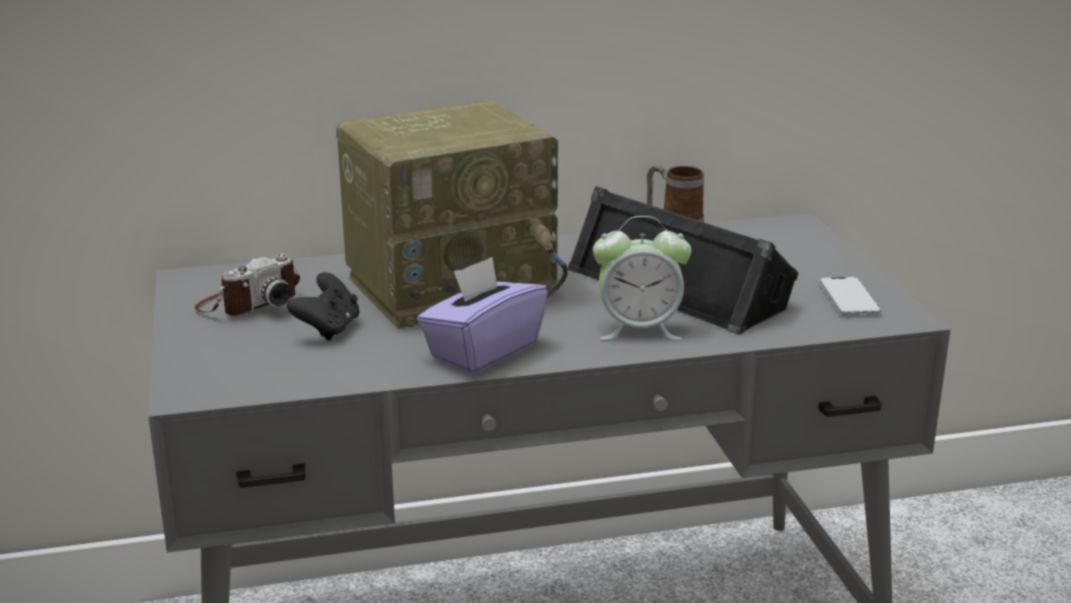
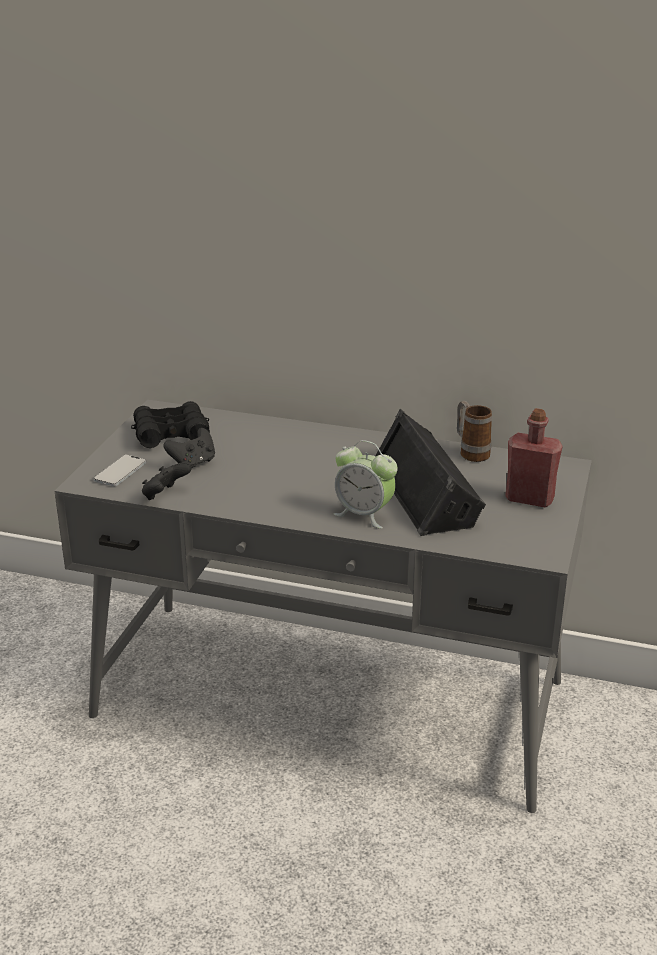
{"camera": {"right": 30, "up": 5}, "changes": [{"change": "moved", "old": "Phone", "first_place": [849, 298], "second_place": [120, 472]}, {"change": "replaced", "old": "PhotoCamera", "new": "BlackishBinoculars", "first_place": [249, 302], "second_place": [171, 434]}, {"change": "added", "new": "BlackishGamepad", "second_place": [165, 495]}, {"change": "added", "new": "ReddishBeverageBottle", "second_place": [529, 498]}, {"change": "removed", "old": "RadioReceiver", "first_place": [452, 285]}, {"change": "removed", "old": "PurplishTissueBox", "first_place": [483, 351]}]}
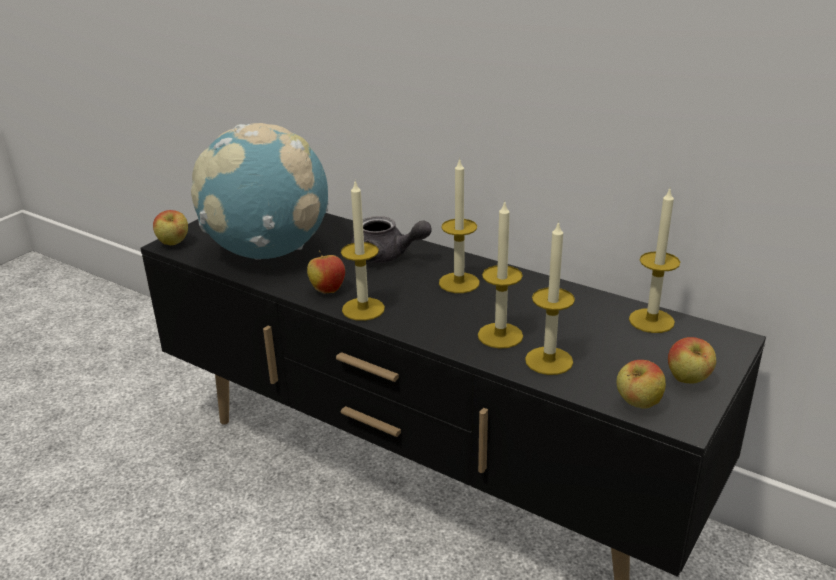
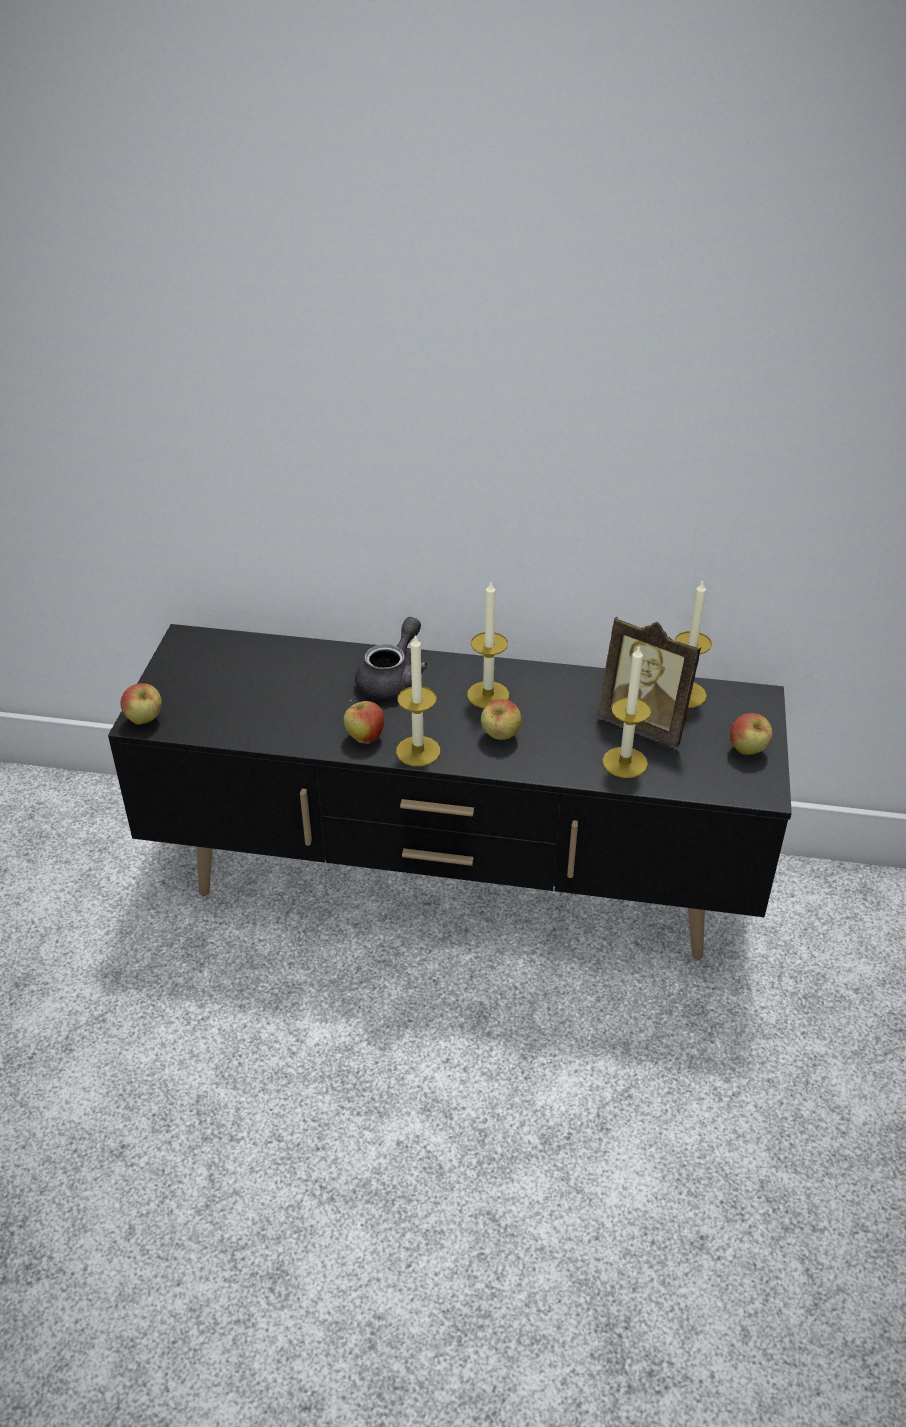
{"camera": {"right": -25, "up": 10}, "changes": [{"change": "turned", "old": "GreyishPotForTea", "first_place": [386, 256], "second_place": [393, 680], "degrees": -60}, {"change": "moved", "old": "Apple", "first_place": [638, 405], "second_place": [500, 736]}, {"change": "added", "new": "StandingFrame", "second_place": [646, 723]}, {"change": "removed", "old": "WorldGlobe", "first_place": [268, 252]}, {"change": "removed", "old": "WaxCandle", "first_place": [500, 335]}]}
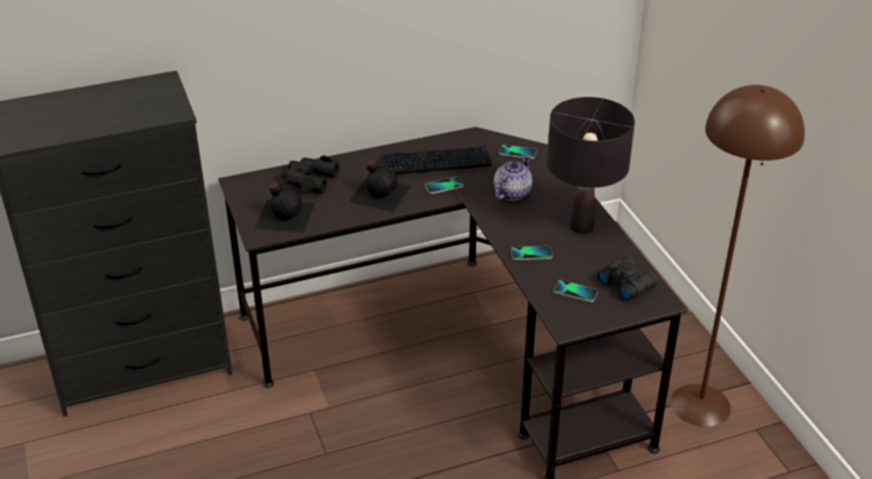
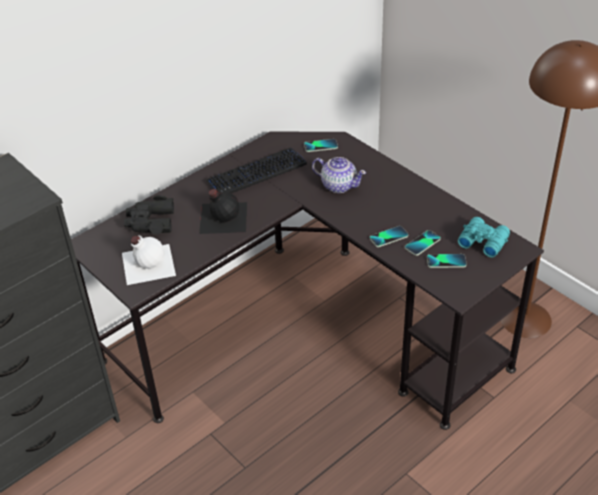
{"camera": {"right": -20, "up": 5}, "changes": [{"change": "recoloured", "old": "BlackishBeverageBottle", "new": "WhiteColouredBeverageBottle", "first_place": [284, 215], "second_place": [147, 263]}, {"change": "turned", "old": "PotForTea", "first_place": [511, 193], "second_place": [338, 185], "degrees": 105}, {"change": "moved", "old": "Phone", "first_place": [444, 186], "second_place": [422, 243]}, {"change": "recoloured", "old": "BlackishBinoculars", "new": "TurquoiseBinoculars", "first_place": [626, 283], "second_place": [482, 241]}, {"change": "removed", "old": "BlackishTabletopLamp", "first_place": [581, 226]}]}
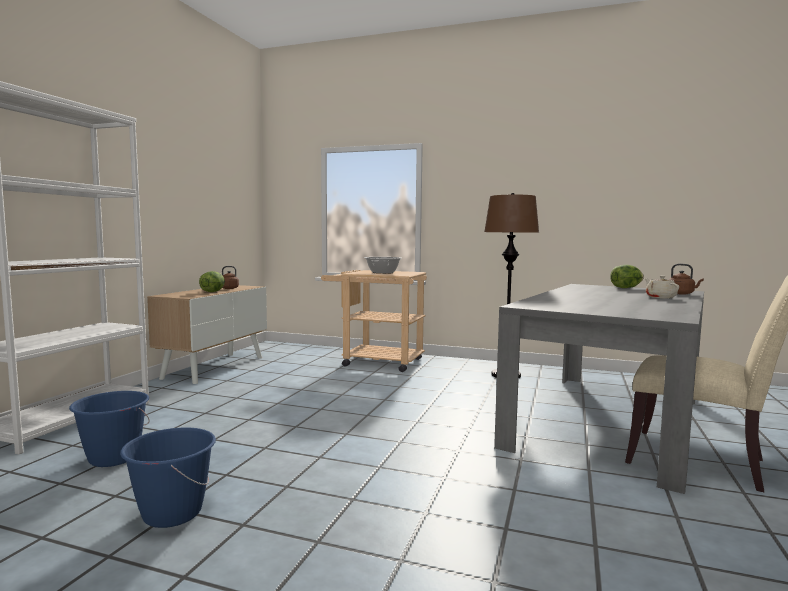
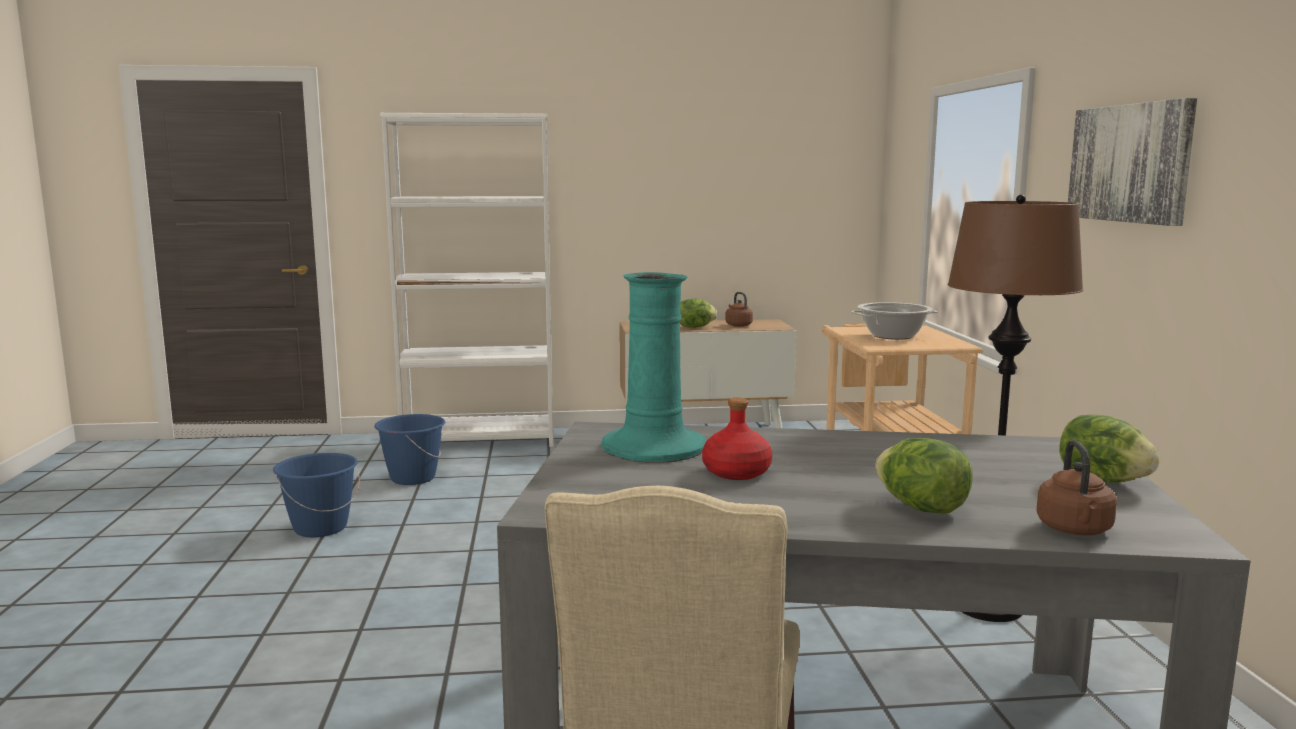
{"camera": {"right": 65, "up": 5}, "changes": [{"change": "added", "new": "TurquoiseVase", "second_place": [653, 447]}, {"change": "added", "new": "ReddishBeverageBottle", "second_place": [736, 472]}, {"change": "replaced", "old": "BeigePotForTea", "new": "Lettuce", "first_place": [660, 297], "second_place": [921, 508]}, {"change": "added", "new": "WallArt", "second_place": [1130, 163]}]}
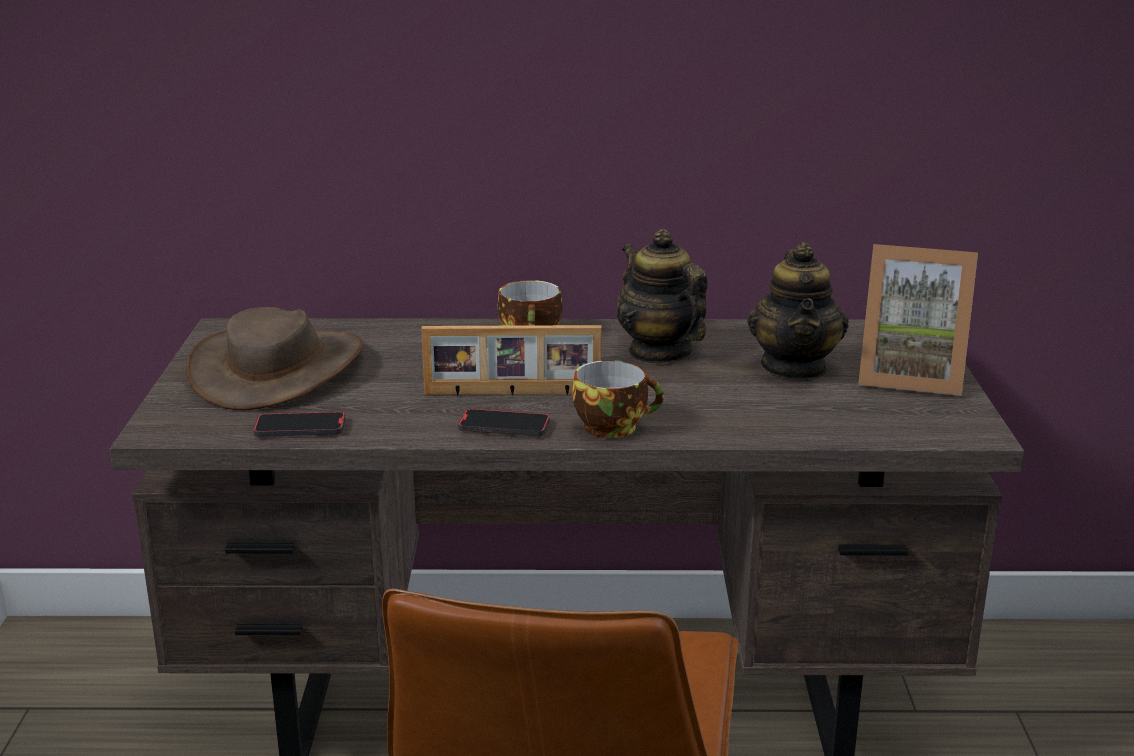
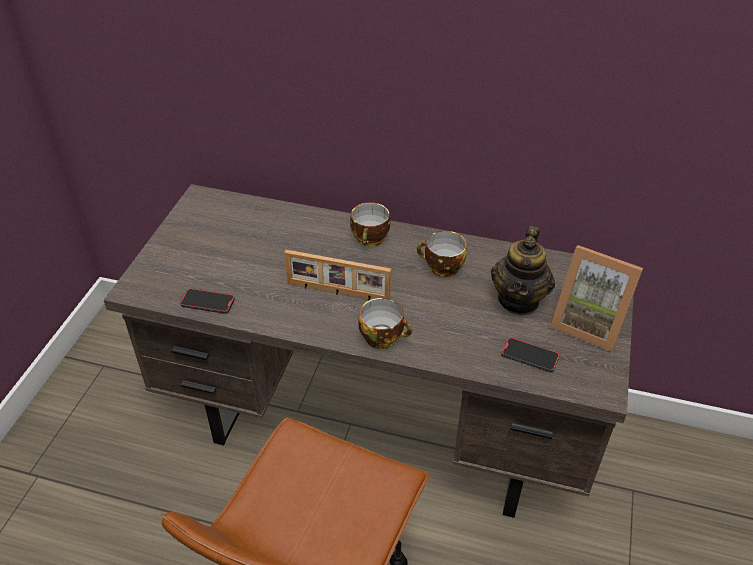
{"camera": {"right": 15, "up": 20}, "changes": [{"change": "replaced", "old": "PotForTea", "new": "DrinkingCup", "first_place": [659, 352], "second_place": [441, 268]}, {"change": "moved", "old": "Phone", "first_place": [504, 426], "second_place": [529, 356]}, {"change": "removed", "old": "BrownishHat", "first_place": [278, 369]}]}
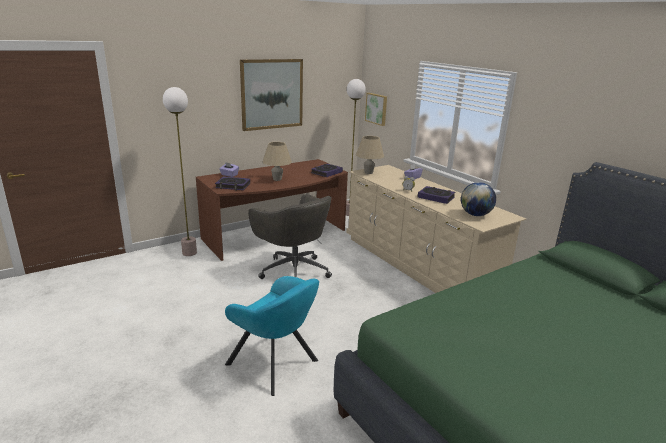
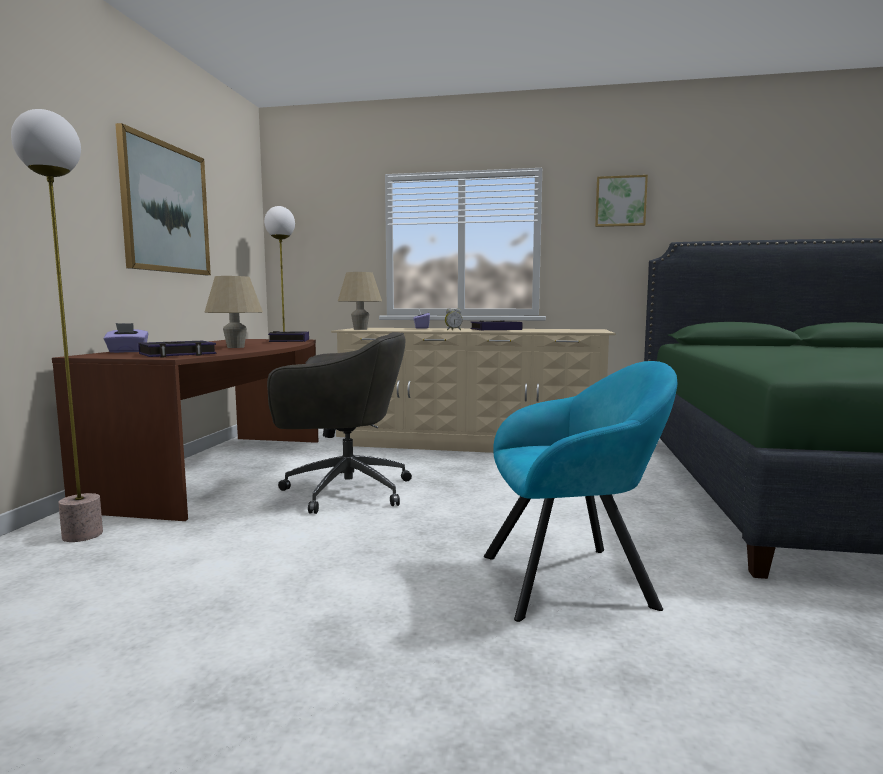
{"camera": {"right": -45, "up": -15}, "changes": [{"change": "moved", "old": "WallArt", "first_place": [377, 108], "second_place": [620, 201]}, {"change": "removed", "old": "WorldGlobe", "first_place": [475, 215]}]}
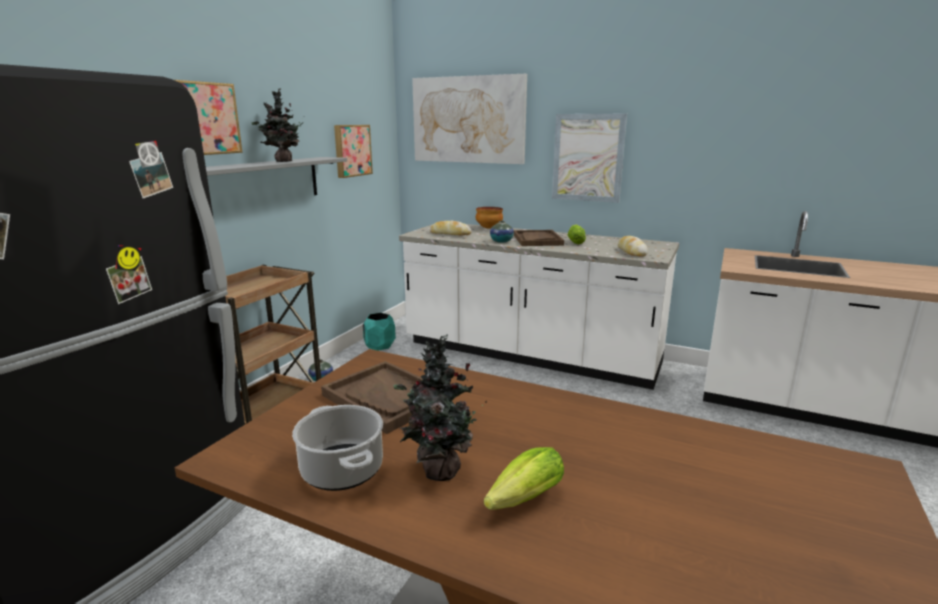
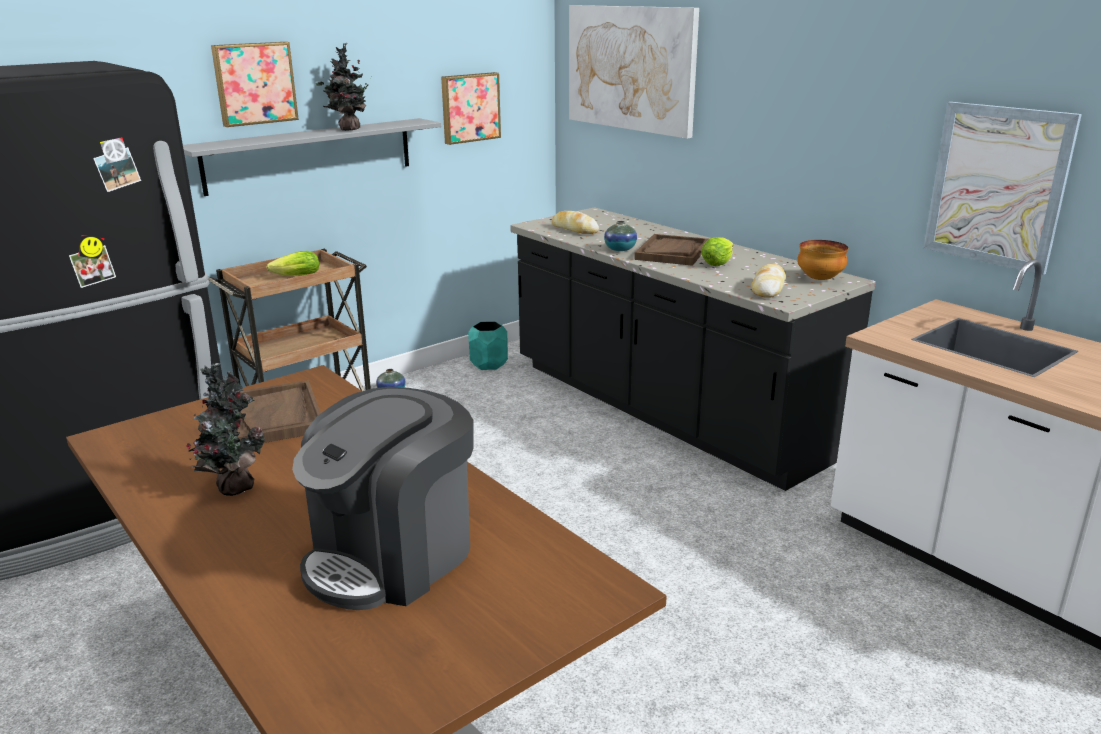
{"camera": {"right": 25, "up": 5}, "changes": [{"change": "moved", "old": "Lettuce", "first_place": [521, 501], "second_place": [294, 276]}, {"change": "added", "new": "CoffeeBrewer", "second_place": [392, 556]}, {"change": "recoloured", "old": "WhiteColouredKitchenCounter", "new": "BlackishKitchenCounter", "first_place": [530, 354], "second_place": [665, 410]}, {"change": "moved", "old": "ServingBowl", "first_place": [489, 228], "second_place": [819, 279]}, {"change": "moved", "old": "WallArt", "first_place": [588, 158], "second_place": [997, 186]}, {"change": "removed", "old": "Saucepot", "first_place": [341, 469]}]}
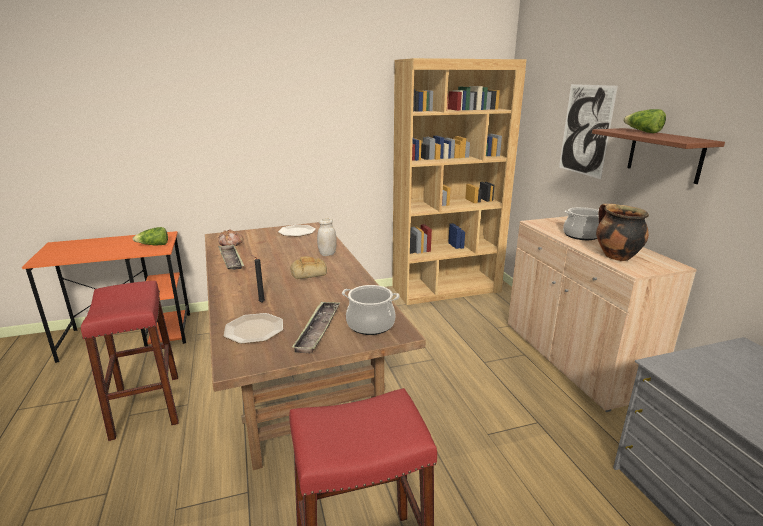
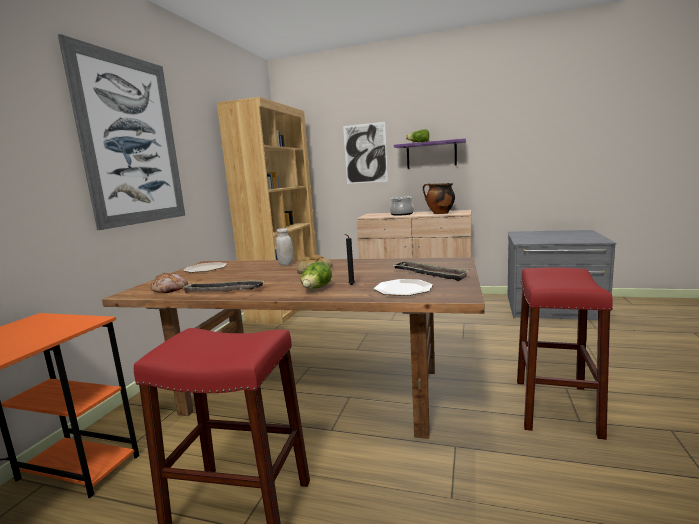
{"camera": {"right": -55, "up": -10}, "changes": [{"change": "added", "new": "WallArt", "second_place": [131, 141]}, {"change": "moved", "old": "Lettuce", "first_place": [154, 245], "second_place": [316, 289]}, {"change": "recoloured", "old": "BrownishShelf", "new": "PurplishShelf", "first_place": [664, 155], "second_place": [431, 155]}, {"change": "removed", "old": "Saucepot", "first_place": [370, 325]}]}
